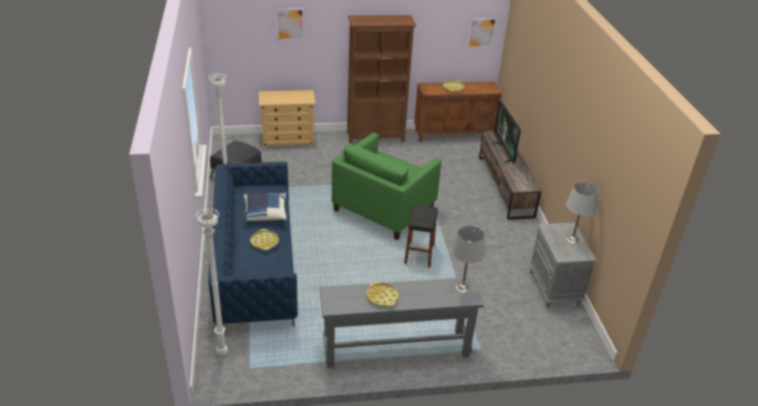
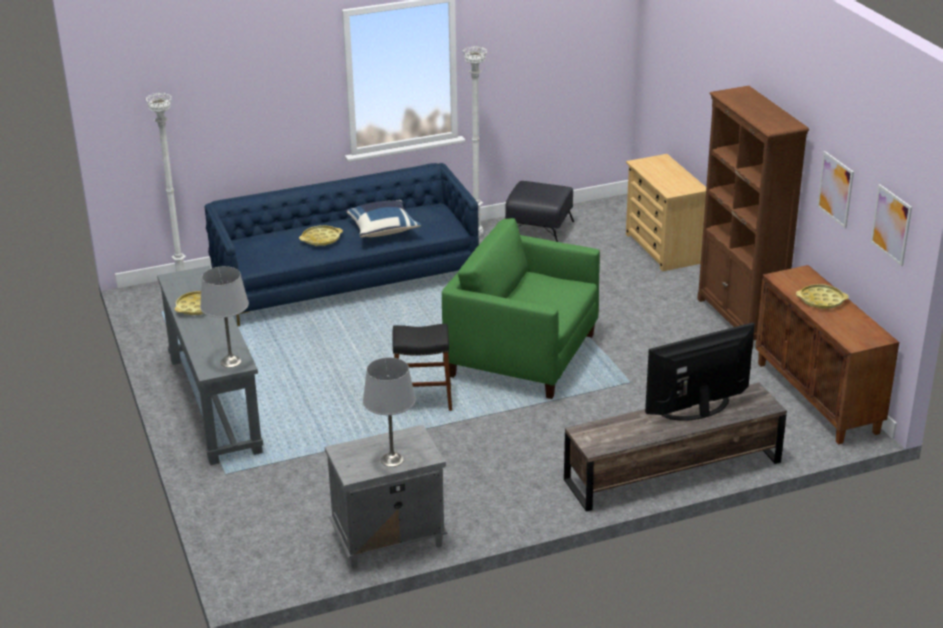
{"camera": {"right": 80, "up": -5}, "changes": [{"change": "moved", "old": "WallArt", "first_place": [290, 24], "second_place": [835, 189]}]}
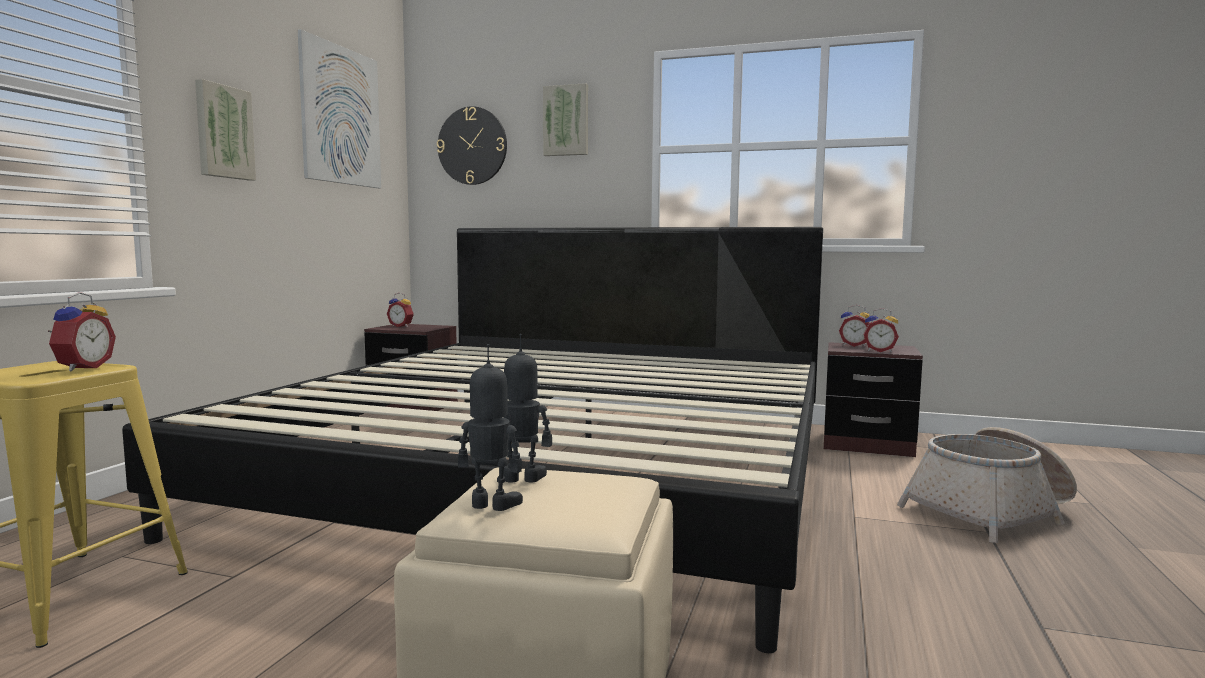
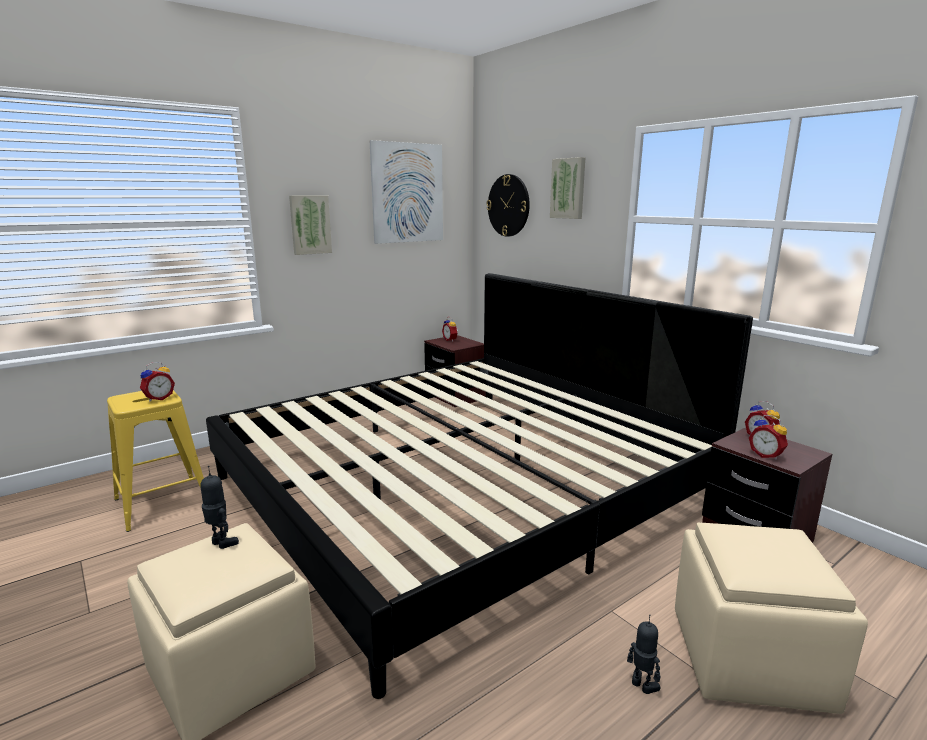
{"camera": {"right": 35, "up": 10}, "changes": [{"change": "moved", "old": "ToyRobot", "first_place": [491, 506], "second_place": [642, 686]}, {"change": "replaced", "old": "HouseholdBasket", "new": "BeigeFootrest", "first_place": [991, 512], "second_place": [750, 660]}]}
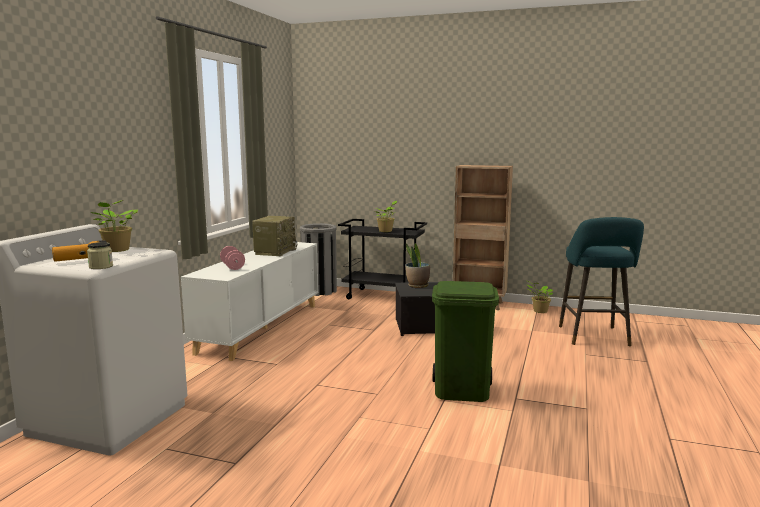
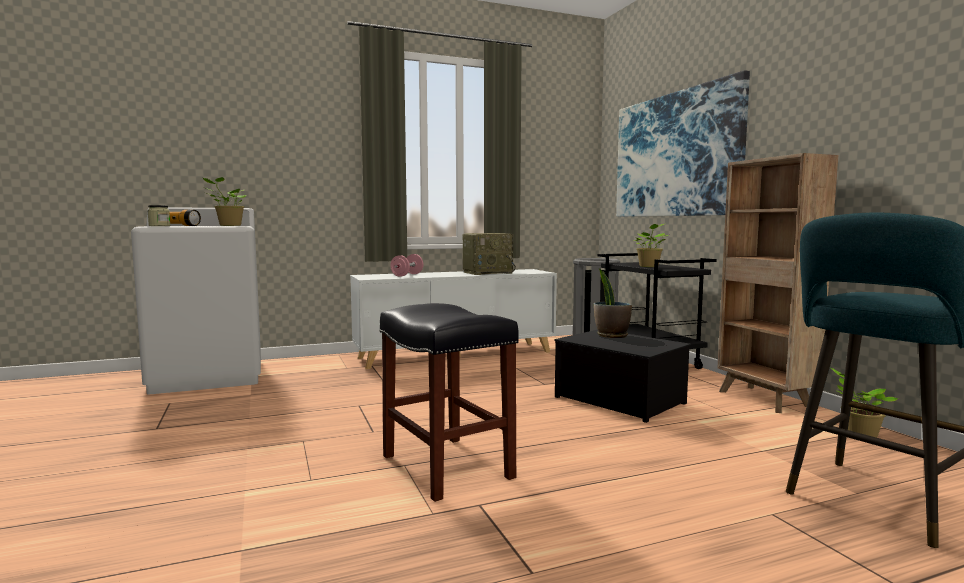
{"camera": {"right": 50, "up": -5}, "changes": [{"change": "replaced", "old": "GreenishTrashCan", "new": "BlackishStoolSeat", "first_place": [462, 391], "second_place": [448, 467]}, {"change": "added", "new": "WallArt", "second_place": [675, 155]}]}
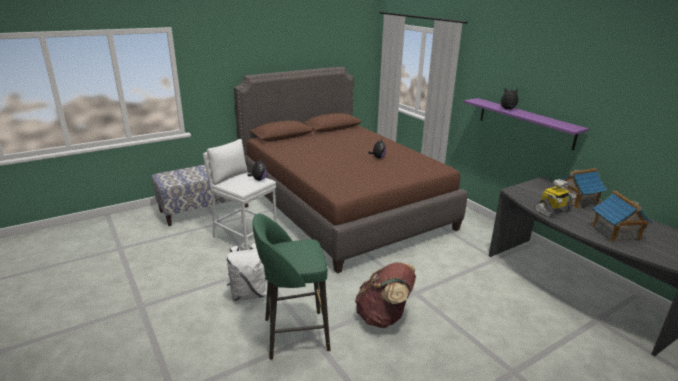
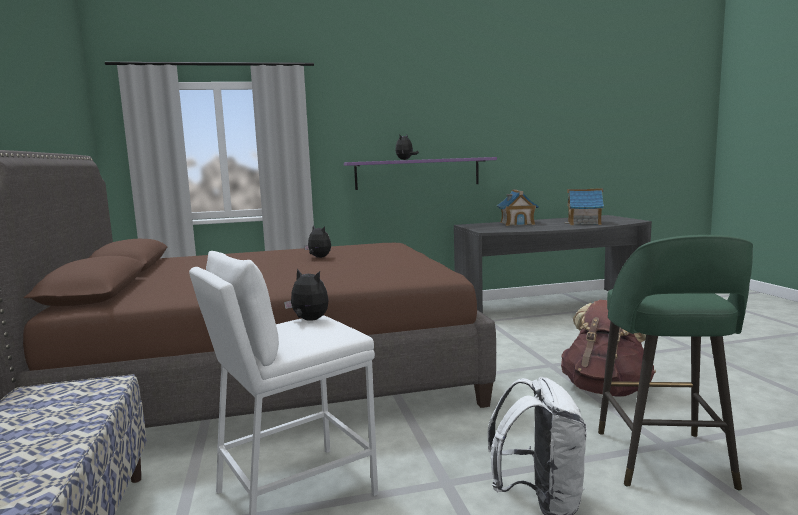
{"camera": {"right": -70, "up": -15}, "changes": [{"change": "removed", "old": "ToyRobot", "first_place": [551, 211]}]}
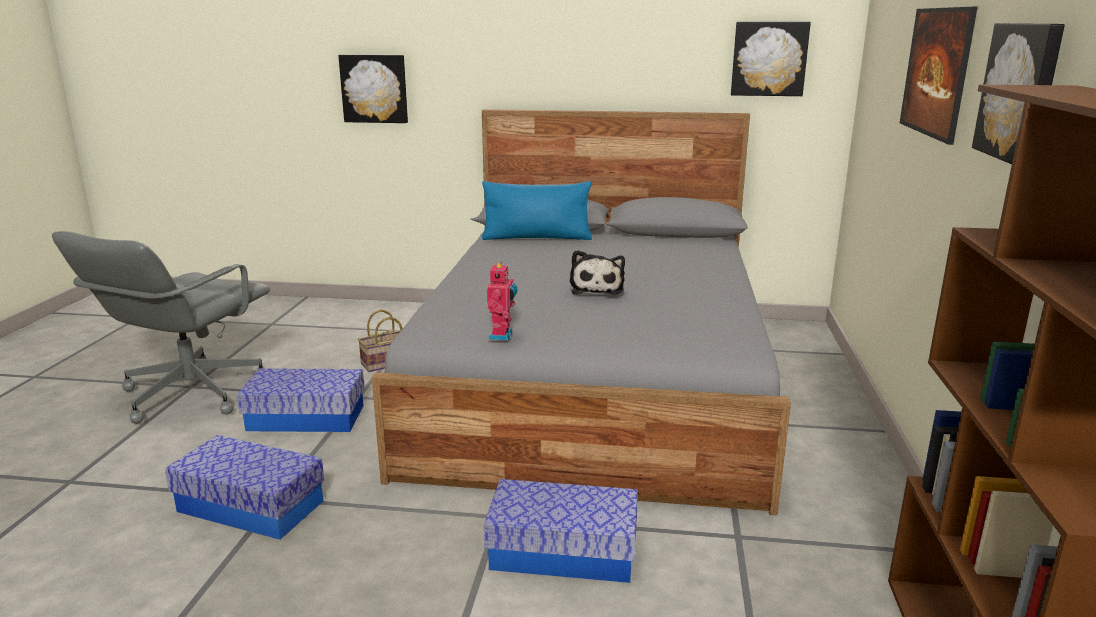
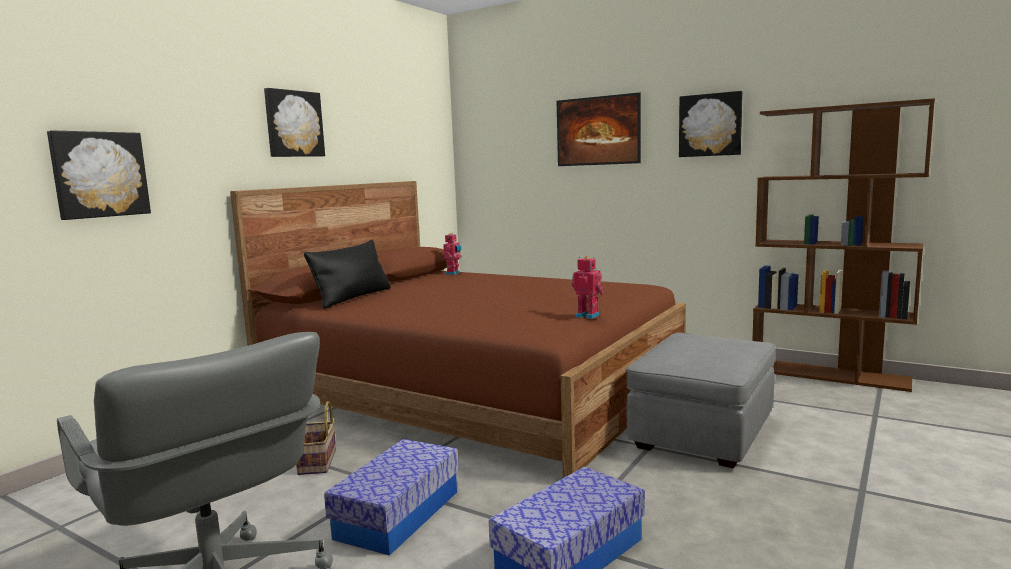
{"camera": {"right": -65, "up": -10}, "changes": [{"change": "recoloured", "old": "GreyishSleepingBed", "new": "BrownishSleepingBed", "first_place": [595, 382], "second_place": [473, 390]}, {"change": "moved", "old": "WallArt", "first_place": [769, 59], "second_place": [293, 124]}, {"change": "recoloured", "old": "BlueCushion", "new": "BlackishCushion", "first_place": [536, 238], "second_place": [353, 297]}, {"change": "added", "new": "ToyRobot", "second_place": [453, 273]}, {"change": "replaced", "old": "StorageBin", "new": "GreyishFootrest", "first_place": [563, 552], "second_place": [702, 433]}, {"change": "removed", "old": "SoftToy", "first_place": [596, 288]}]}
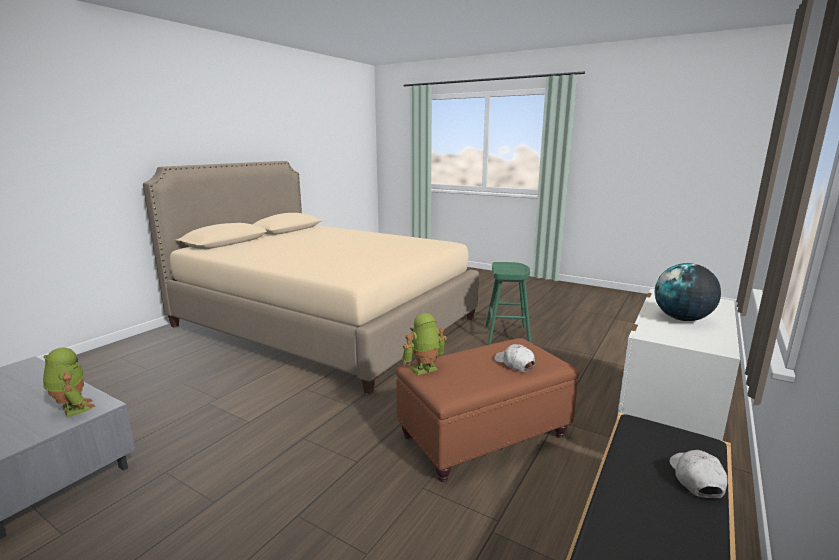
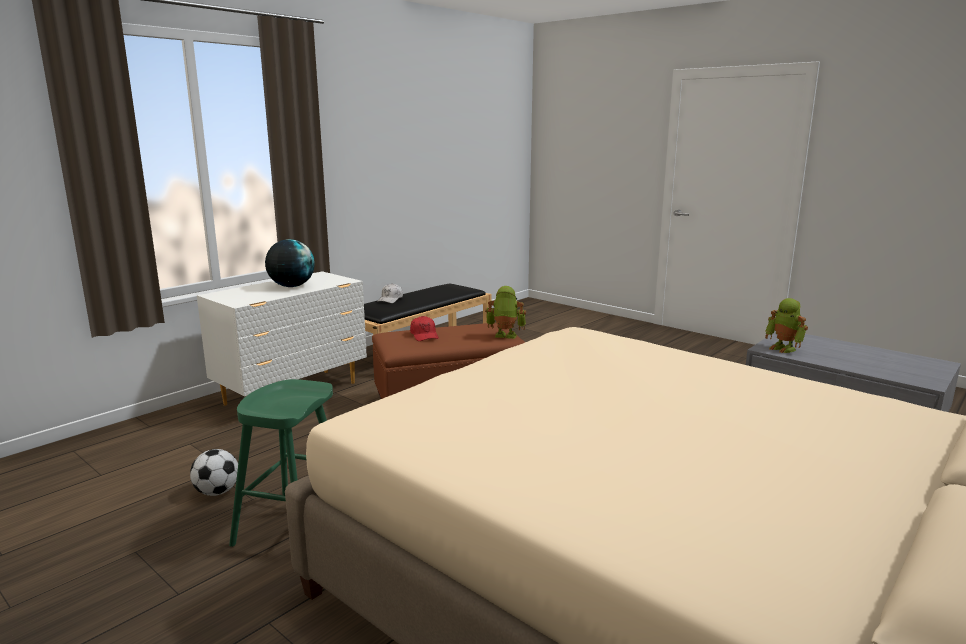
{"camera": {"right": -170, "up": 0}, "changes": [{"change": "added", "new": "Football", "second_place": [217, 492]}, {"change": "recoloured", "old": "WhiteColouredPeakedCap", "new": "ReddishPeakedCap", "first_place": [514, 364], "second_place": [424, 335]}, {"change": "turned", "old": "ToyRobot", "first_place": [424, 370], "second_place": [505, 336], "degrees": -150}]}
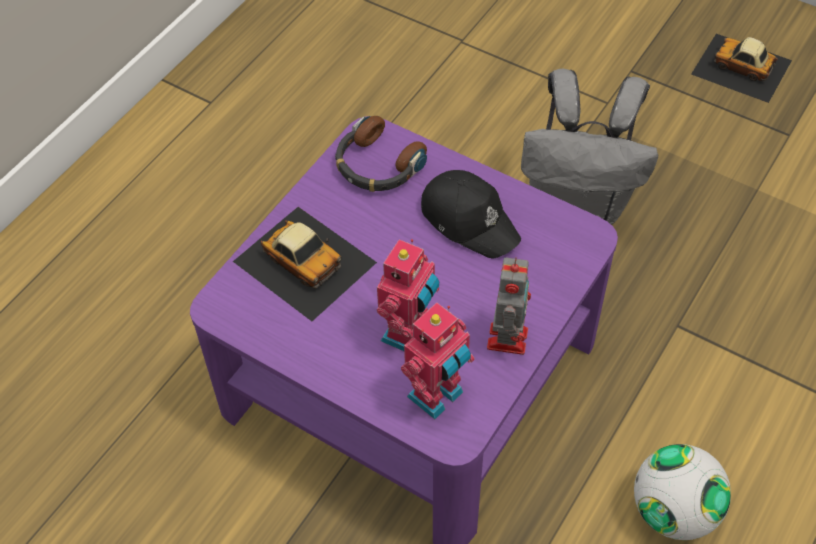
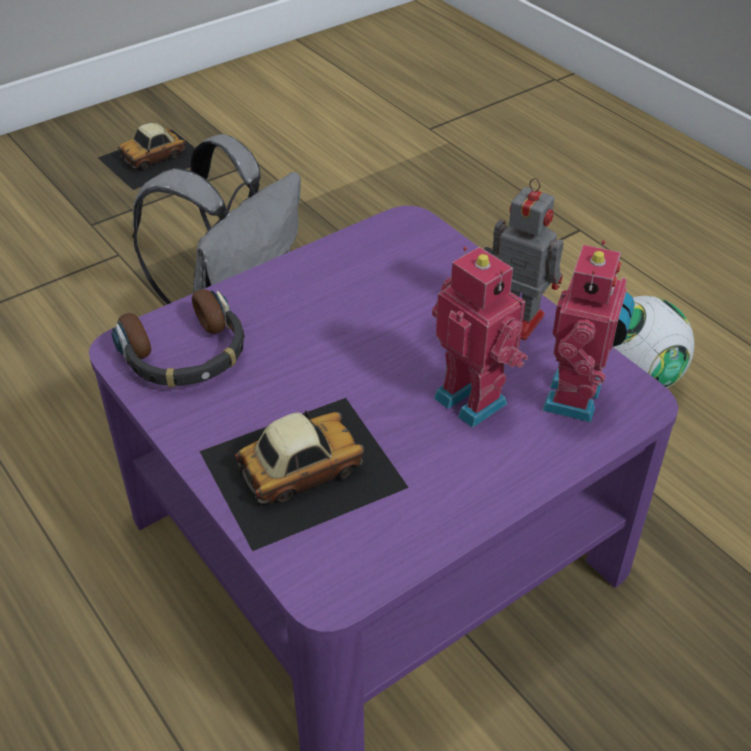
{"camera": {"right": -70, "up": -10}, "changes": [{"change": "turned", "old": "ToyRobot", "first_place": [438, 397], "second_place": [577, 399], "degrees": 45}, {"change": "removed", "old": "BlackishPeakedCap", "first_place": [469, 220]}]}
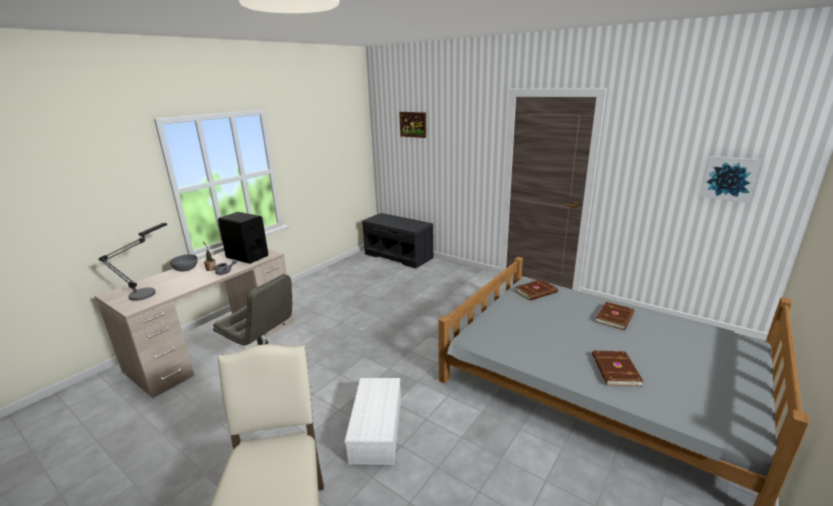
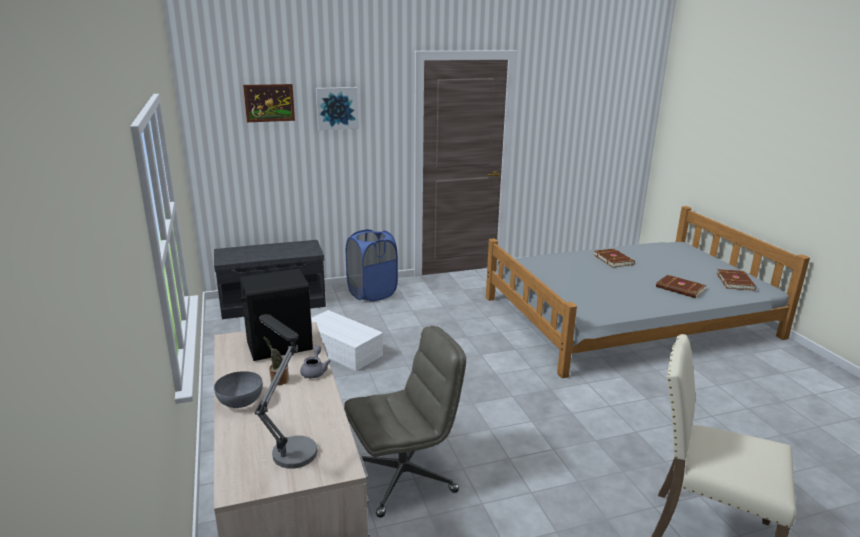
{"camera": {"right": -55, "up": 0}, "changes": [{"change": "moved", "old": "WhiteColouredStorageBin", "first_place": [377, 430], "second_place": [343, 350]}, {"change": "moved", "old": "WallArt", "first_place": [729, 178], "second_place": [337, 108]}, {"change": "added", "new": "BlueHamper", "second_place": [372, 293]}, {"change": "moved", "old": "BrownishBoundBook", "first_place": [536, 292], "second_place": [736, 281]}]}
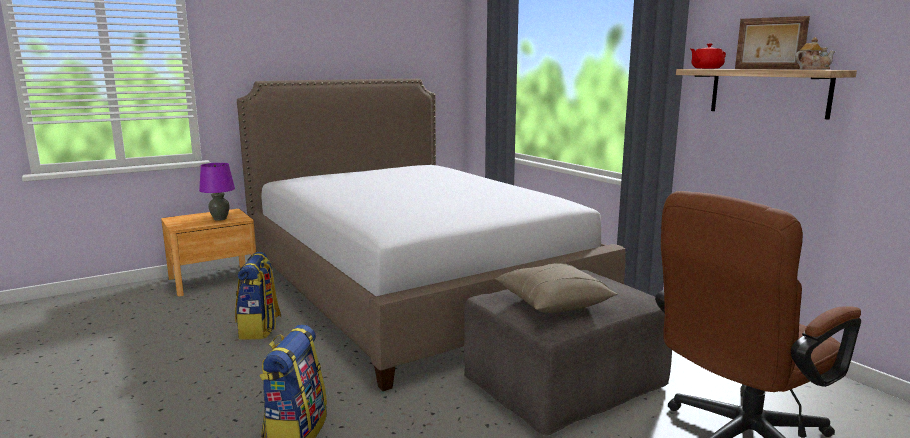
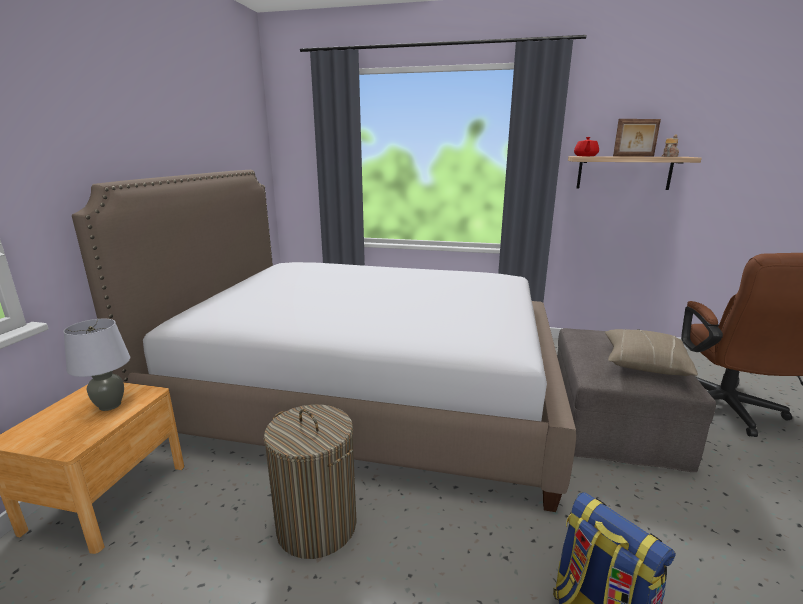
{"camera": {"right": -45, "up": 5}, "changes": [{"change": "recoloured", "old": "PurplishTabletopLamp", "new": "GreyishTabletopLamp", "first_place": [220, 219], "second_place": [110, 405]}, {"change": "replaced", "old": "Rucksack", "new": "Hamper", "first_place": [260, 329], "second_place": [317, 526]}]}
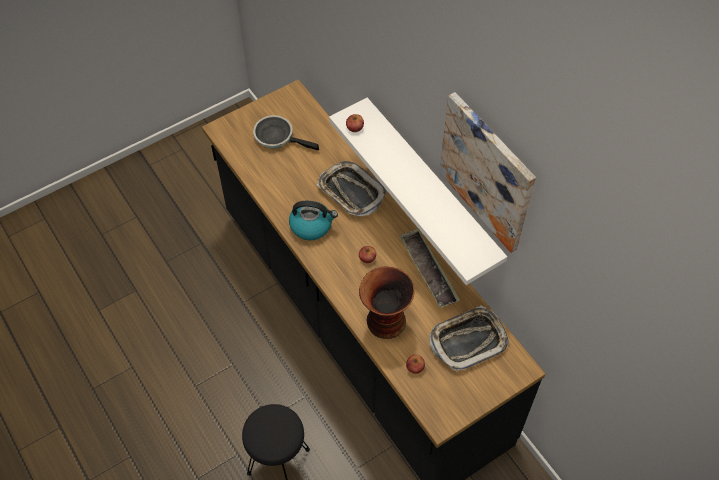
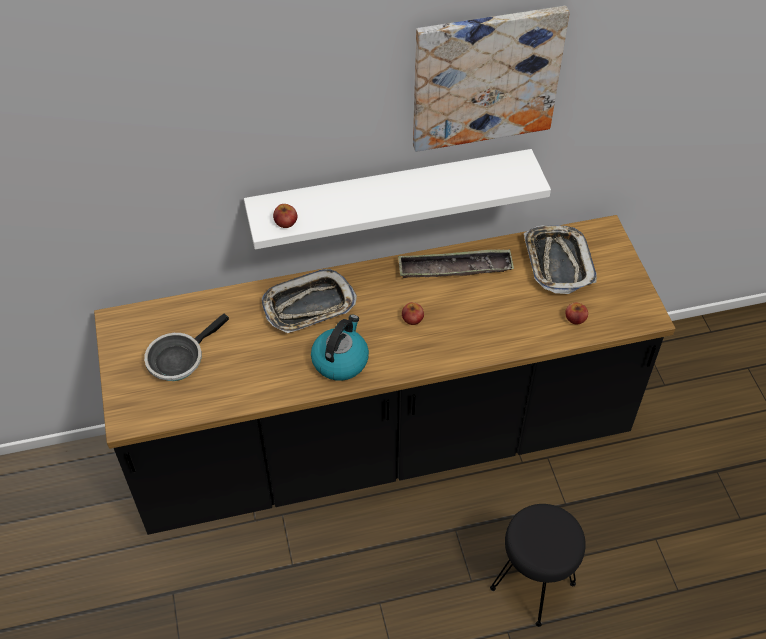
{"camera": {"right": -70, "up": -5}, "changes": [{"change": "removed", "old": "Vase", "first_place": [384, 322]}]}
